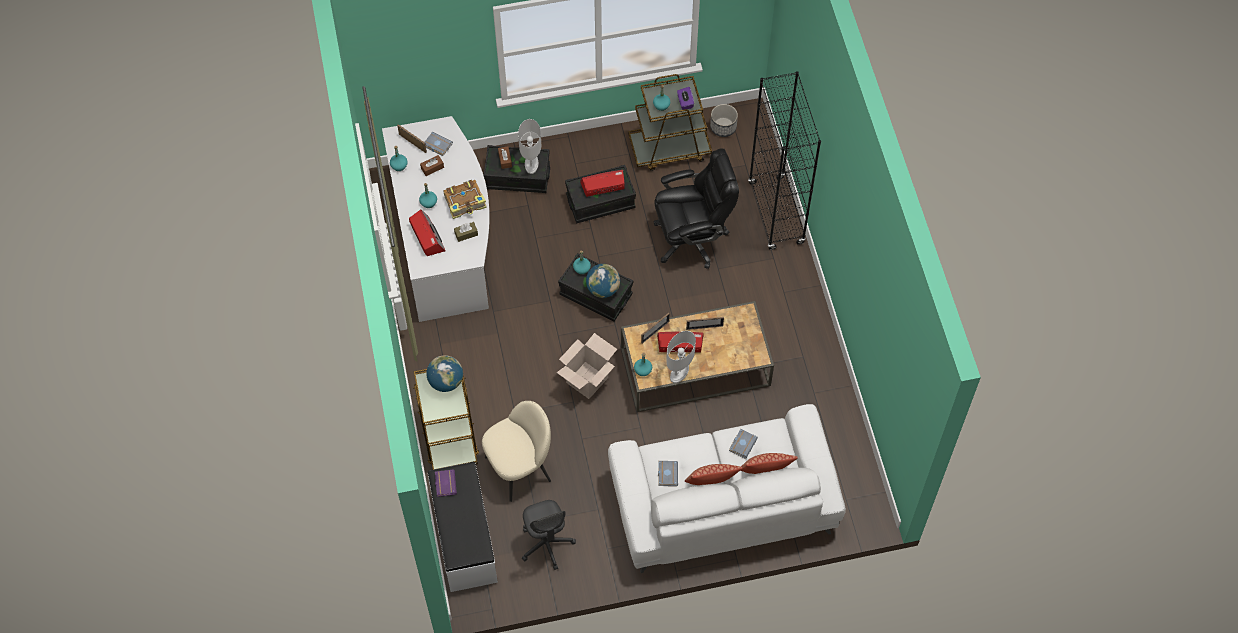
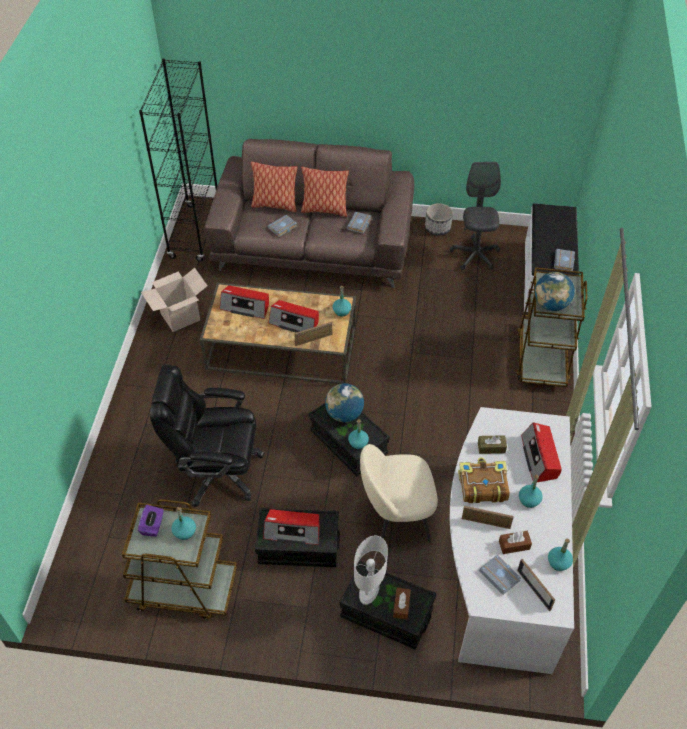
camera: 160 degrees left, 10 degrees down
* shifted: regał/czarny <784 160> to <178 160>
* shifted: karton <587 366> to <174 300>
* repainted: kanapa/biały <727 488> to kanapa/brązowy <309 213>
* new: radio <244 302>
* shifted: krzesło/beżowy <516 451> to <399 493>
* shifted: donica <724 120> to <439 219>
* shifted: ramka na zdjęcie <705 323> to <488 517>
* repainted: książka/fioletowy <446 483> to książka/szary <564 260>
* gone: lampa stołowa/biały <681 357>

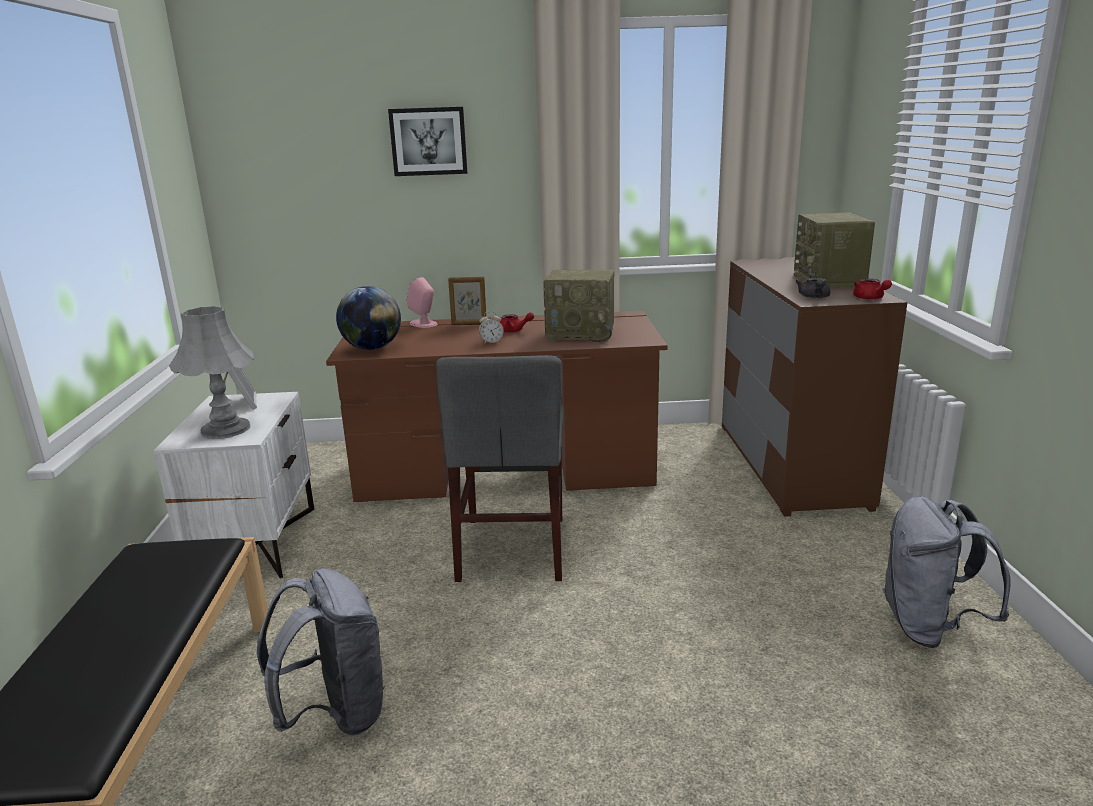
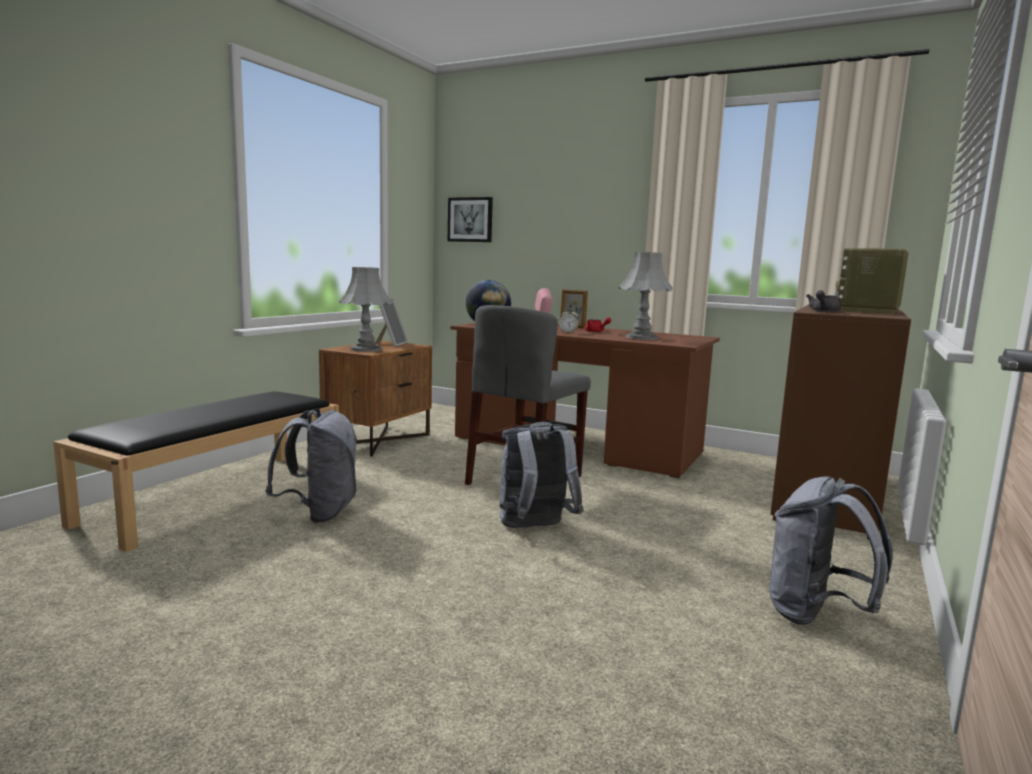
camera: 30 degrees right, 10 degrees down
* repainted: szafka nocna/biały <234 485> to szafka nocna/brązowy <375 399>
* shifted: obraz <427 141> to <470 219>
* new: plecak/szary <541 475>
* swapped: radio <578 305> to lampa stołowa/szary <646 296>
* gone: imbryk/czerwony <872 289>

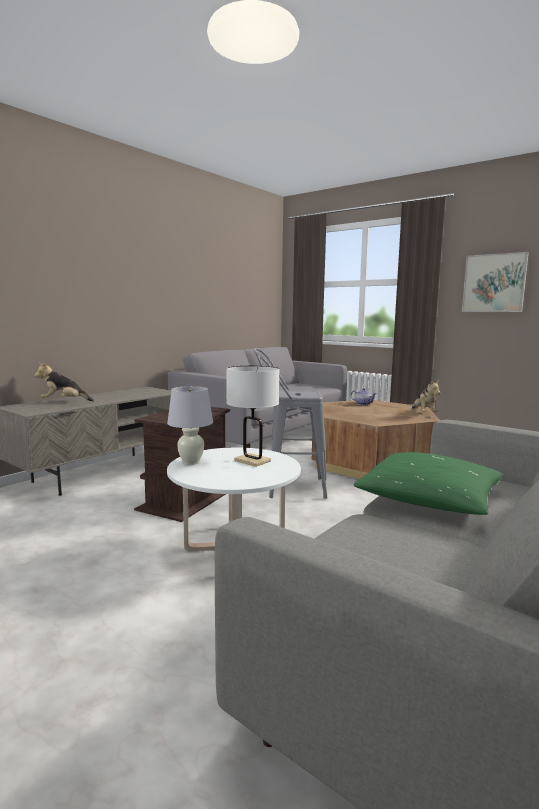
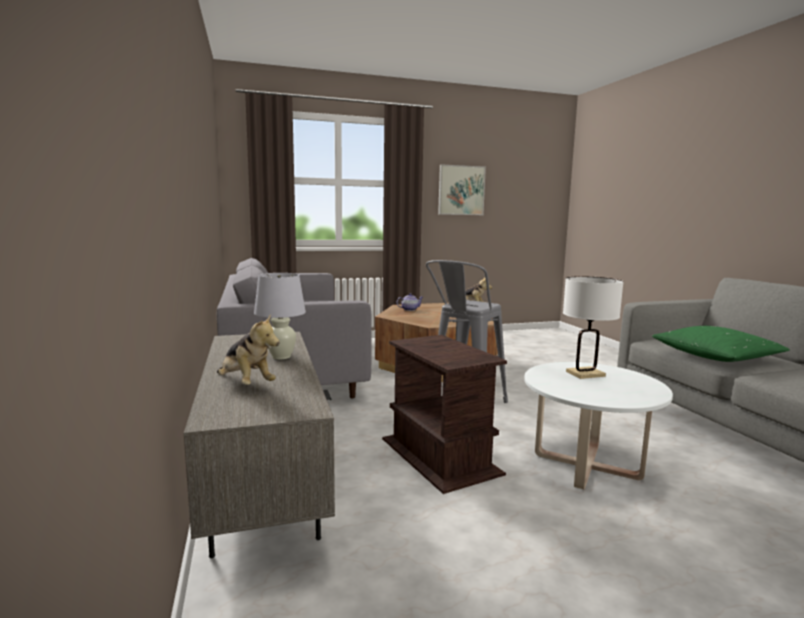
camera: 55 degrees left, 0 degrees up
* rotated: pluszak <64 381> = <248 350> 75 degrees counterclockwise
* shifted: lampa stołowa/biały <190 425> to <280 316>

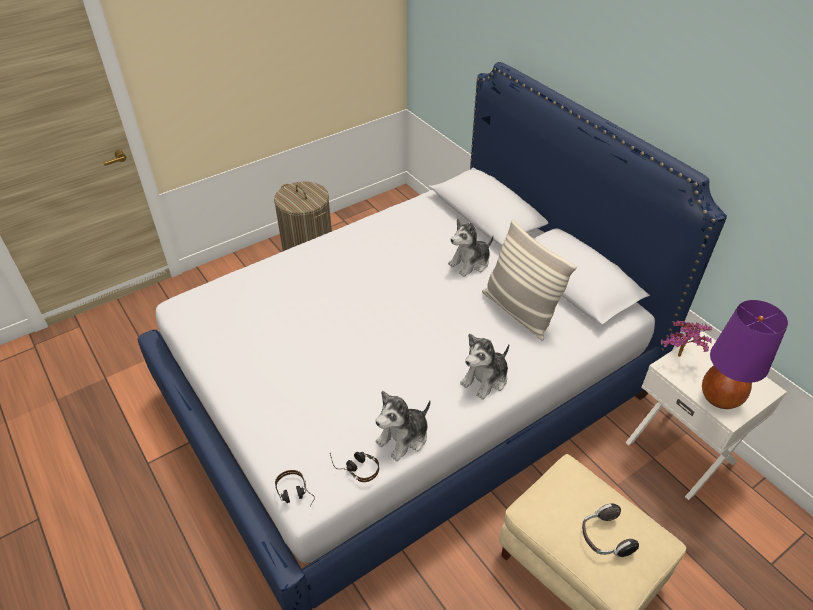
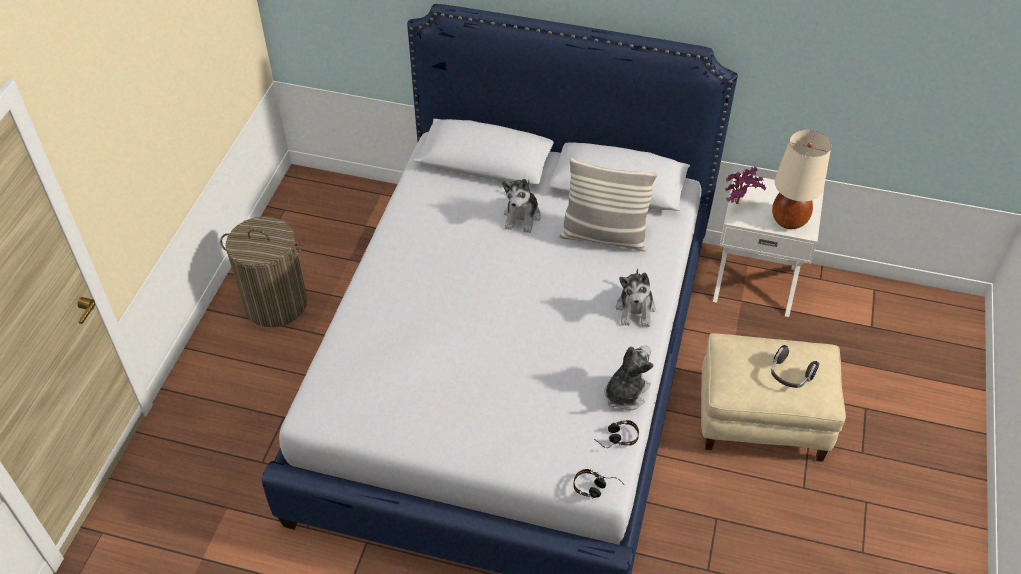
camera: 40 degrees left, 5 degrees up
* rotated: pluszak <403 426> = <628 377> 150 degrees counterclockwise
* repainted: lampa stołowa/fioletowy <745 354> to lampa stołowa/beżowy <801 179>

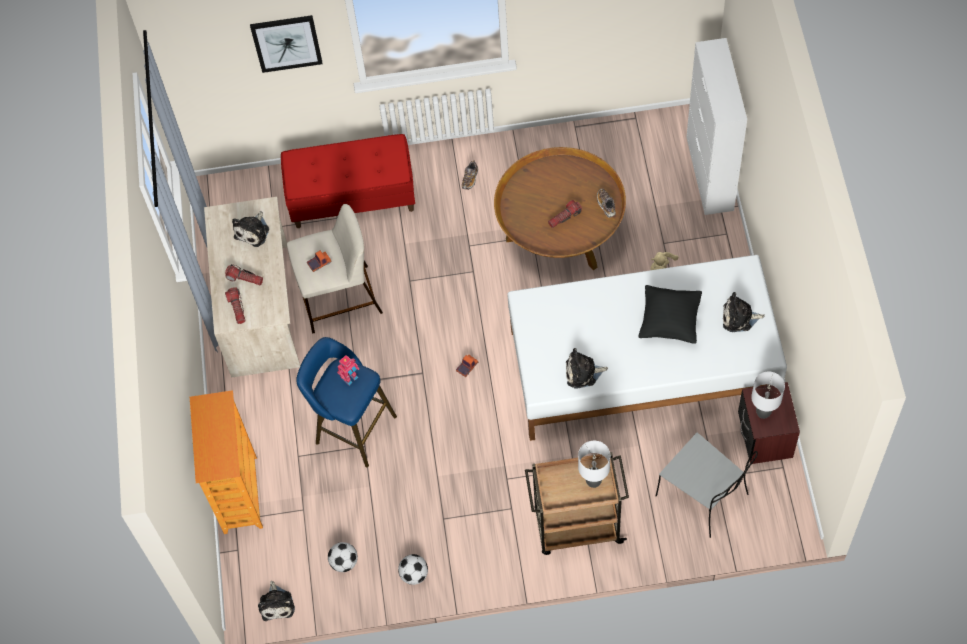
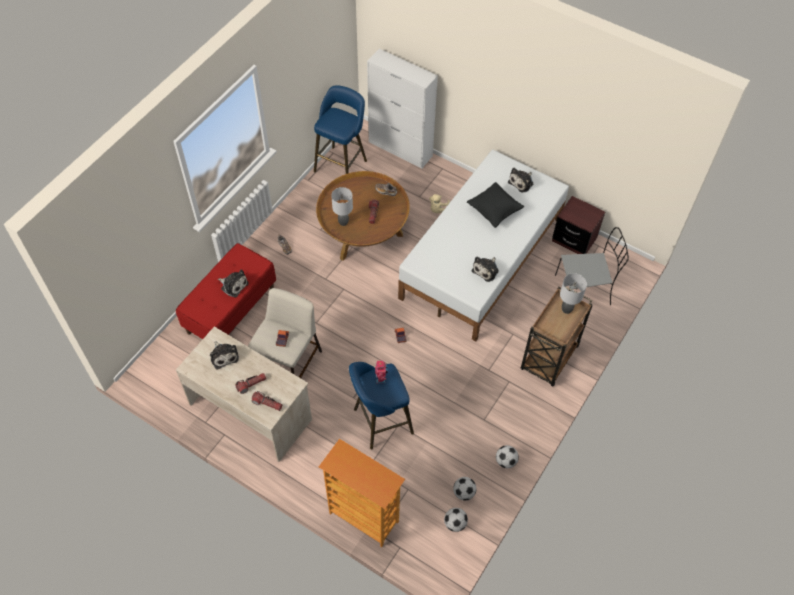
camera: 55 degrees left, 5 degrees down
* shifted: pluszak <276 601> to <233 283>
* new: stołek/niebieski <340 129>
* shifted: lampa stołowa/szary <768 395> to <342 206>
* new: piłka futbolowa <456 520>
* gone: obraz <286 44>

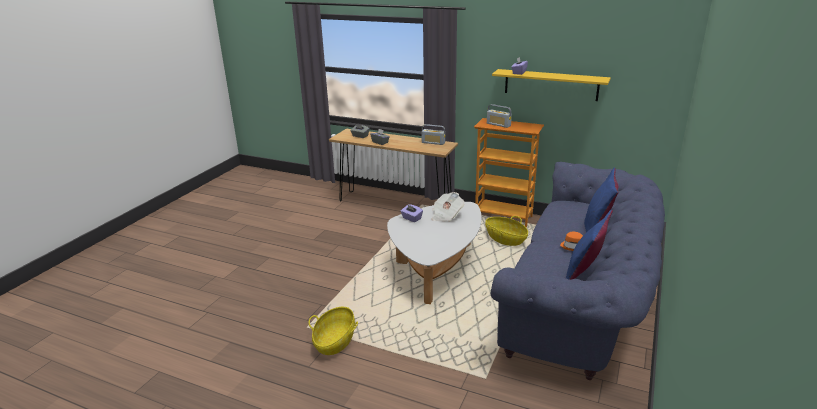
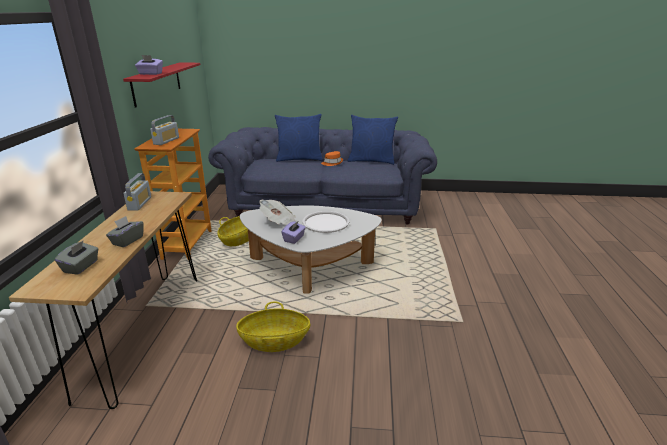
camera: 110 degrees left, 0 degrees up
* repainted: półka/żółty <551 85> to półka/czerwony <162 84>
* shifted: koszyk <333 331> to <273 326>
* new: taca/biały <325 222>

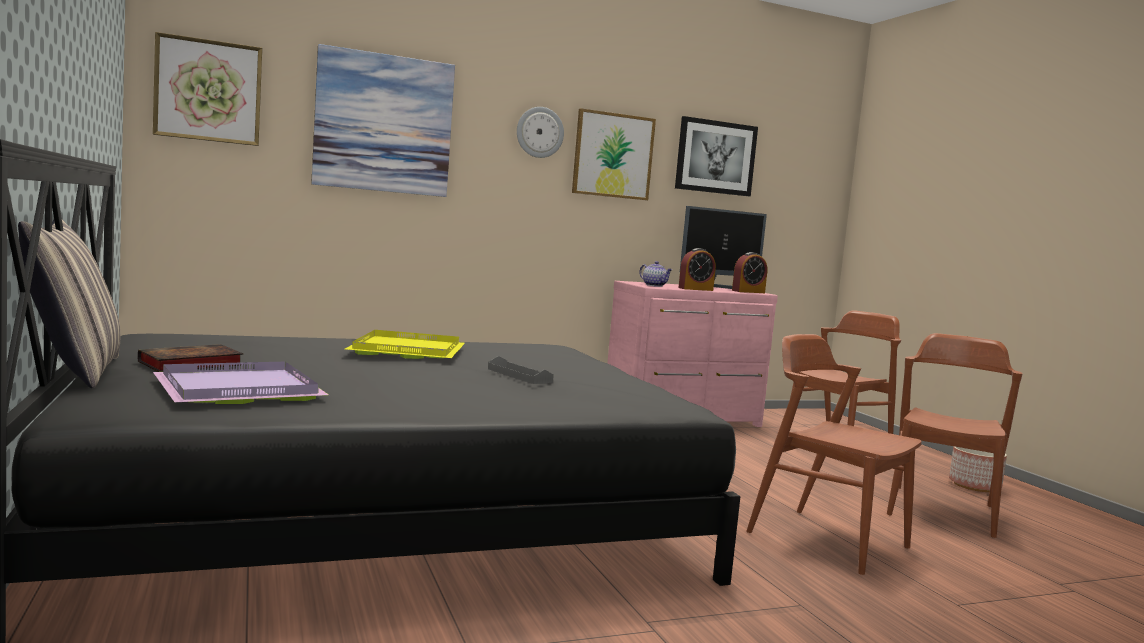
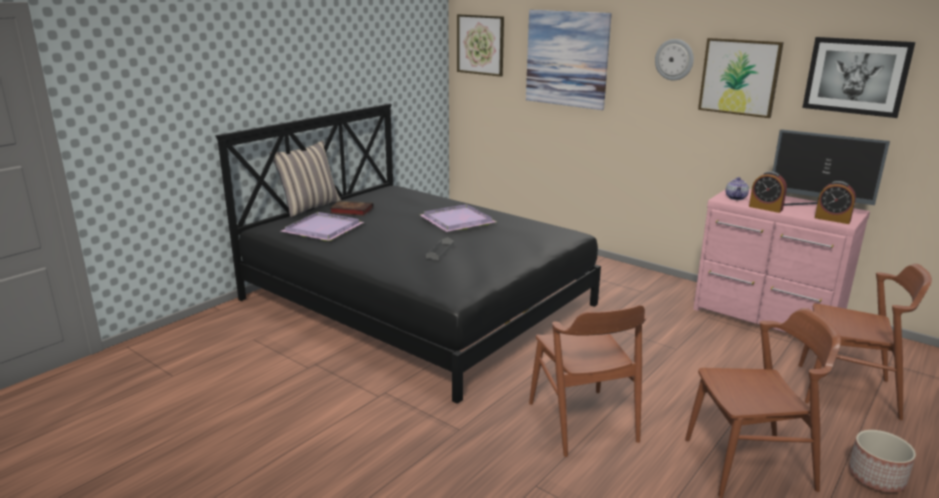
camera: 60 degrees right, 15 degrees up
* repainted: taca/żółty <405 344> to taca/fioletowy <458 218>
* rotated: krzesło/brązowy <833 454> = <587 381> 150 degrees clockwise

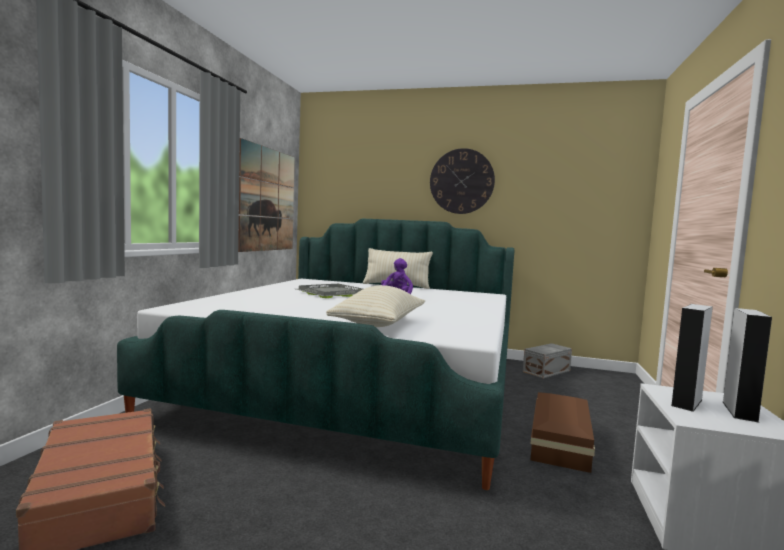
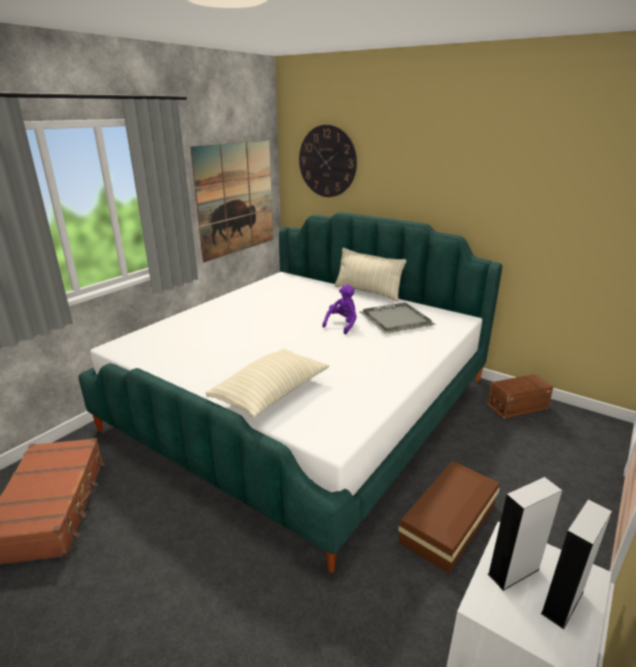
camera: 20 degrees right, 20 degrees up
* shifted: zegar ścienny <462 181> to <328 161>
* shifted: taca/szary <329 291> to <398 318>
* repainted: pojemnik do przechowywania/szary <547 361> to pojemnik do przechowywania/brązowy <520 396>

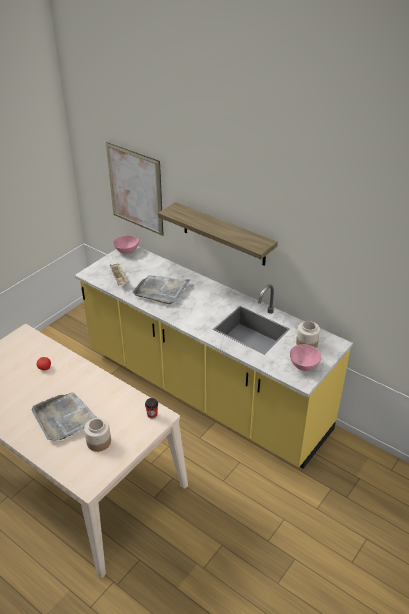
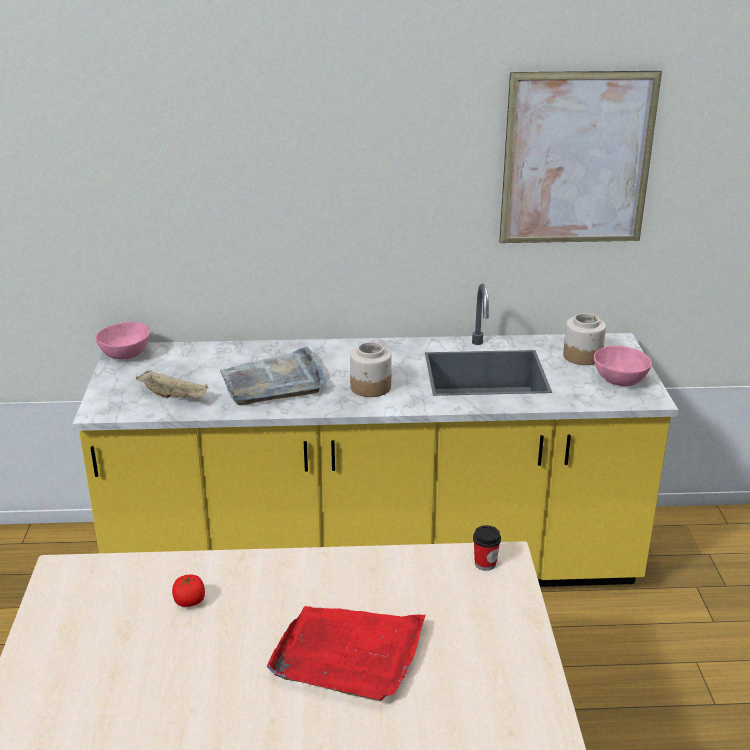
camera: 40 degrees left, 10 degrees down
* repainted: taca/szary <65 416> to taca/czerwony <346 653>
* shifted: słoik <97 435> to <371 369>
* shifted: obraz <134 189> to <580 157>
* gone: półka <218 234>

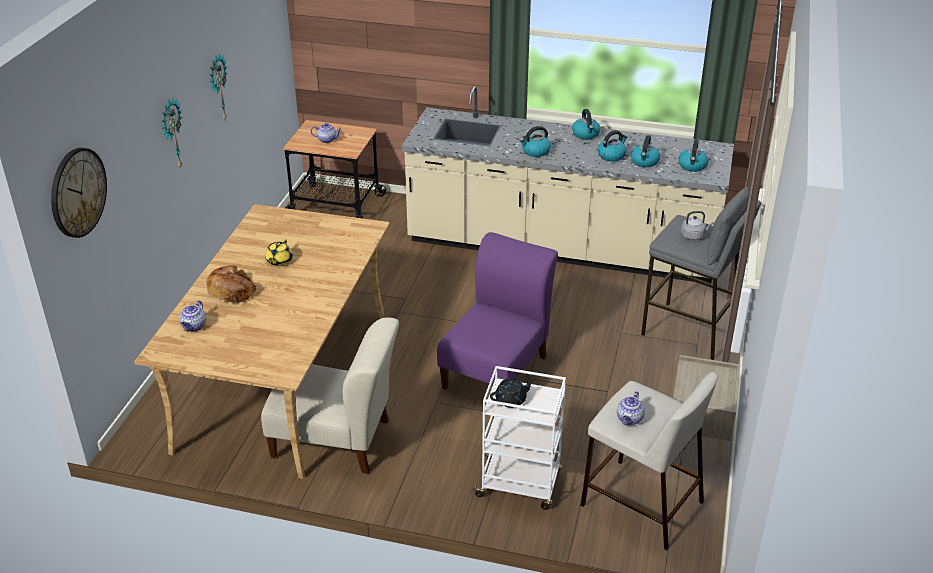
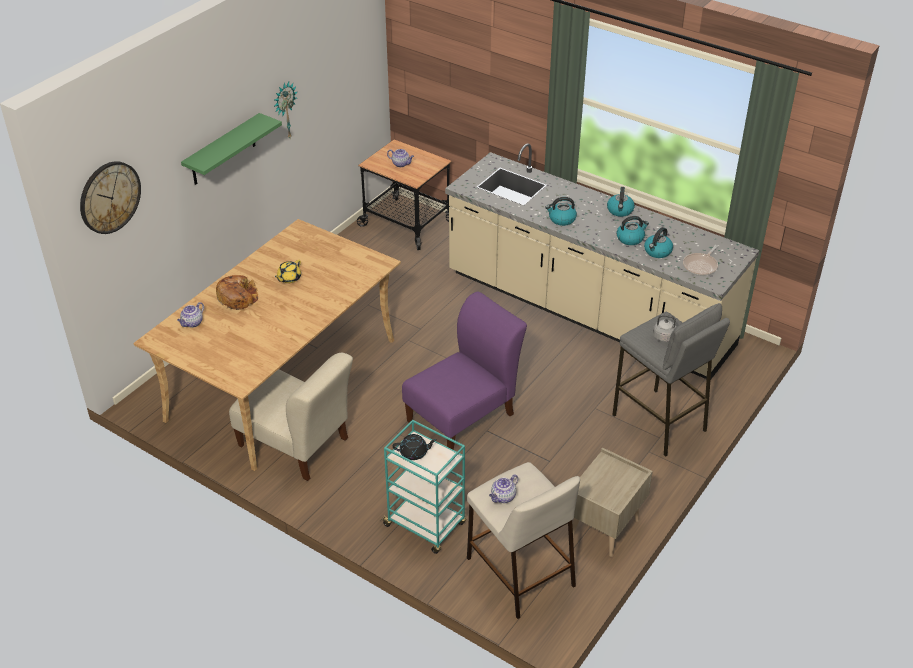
camera: 20 degrees right, 5 degrees up
* swapped: zegar ścienny <171 133> to półka/zielony <231 149>
* repainted: wózek/biały <519 438> to wózek/turkusowy <423 487>
* swapped: czajnik <693 155> to patelnia <700 260>

